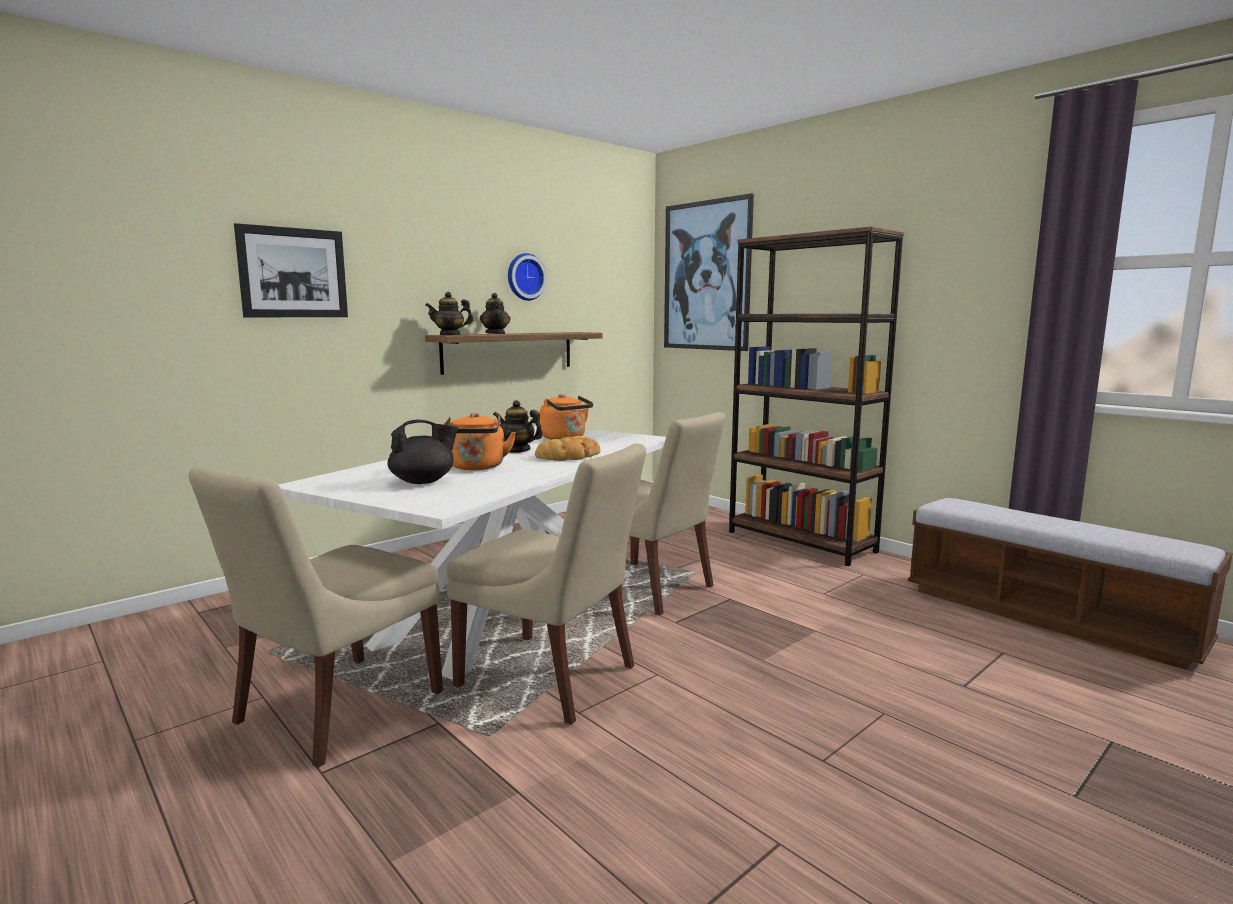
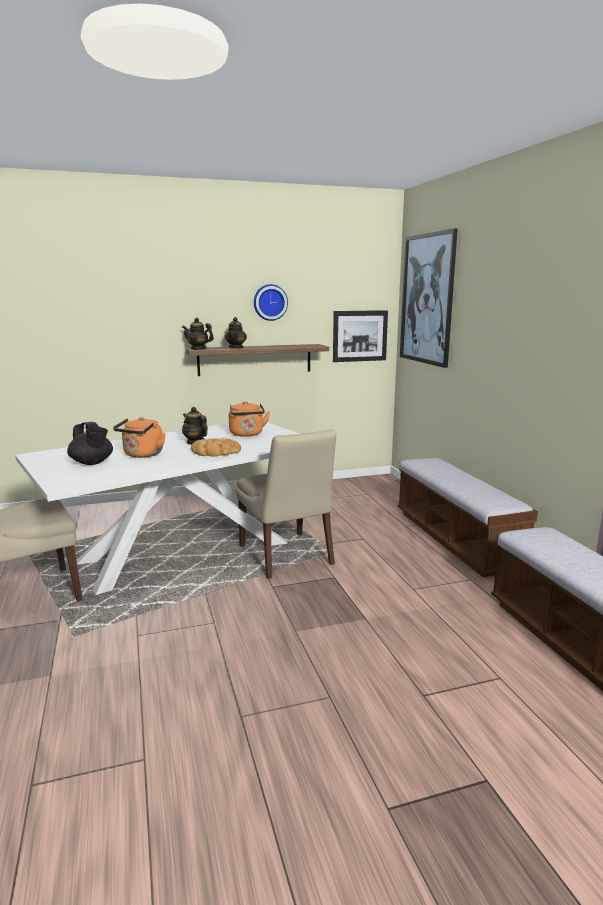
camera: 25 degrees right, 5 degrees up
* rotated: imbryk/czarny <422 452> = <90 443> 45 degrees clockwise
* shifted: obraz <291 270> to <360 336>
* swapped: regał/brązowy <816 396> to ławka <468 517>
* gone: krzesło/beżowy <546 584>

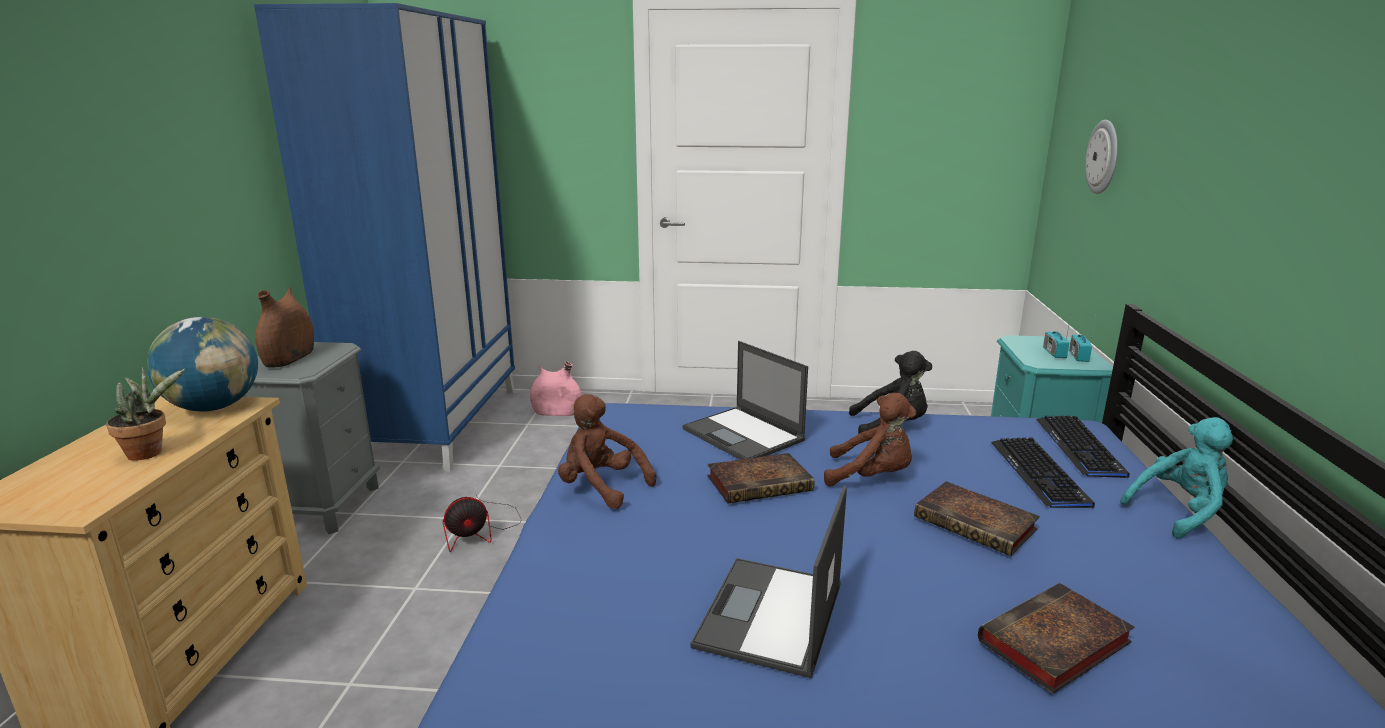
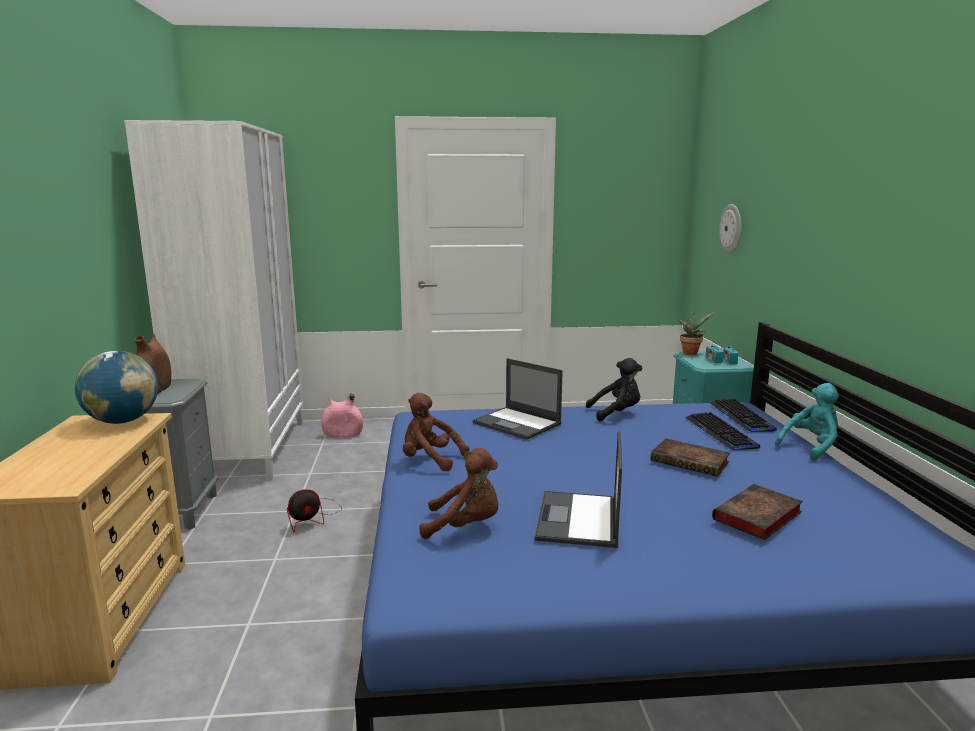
camera: 10 degrees left, 5 degrees down
* repainted: szafa/niebieski <384 237> to szafa/biały <213 300>
* shifted: pluszak/brązowy <870 440> to <459 493>
* shifted: roślina doniczkowa <145 414> to <696 333>
* gone: książka <760 478>

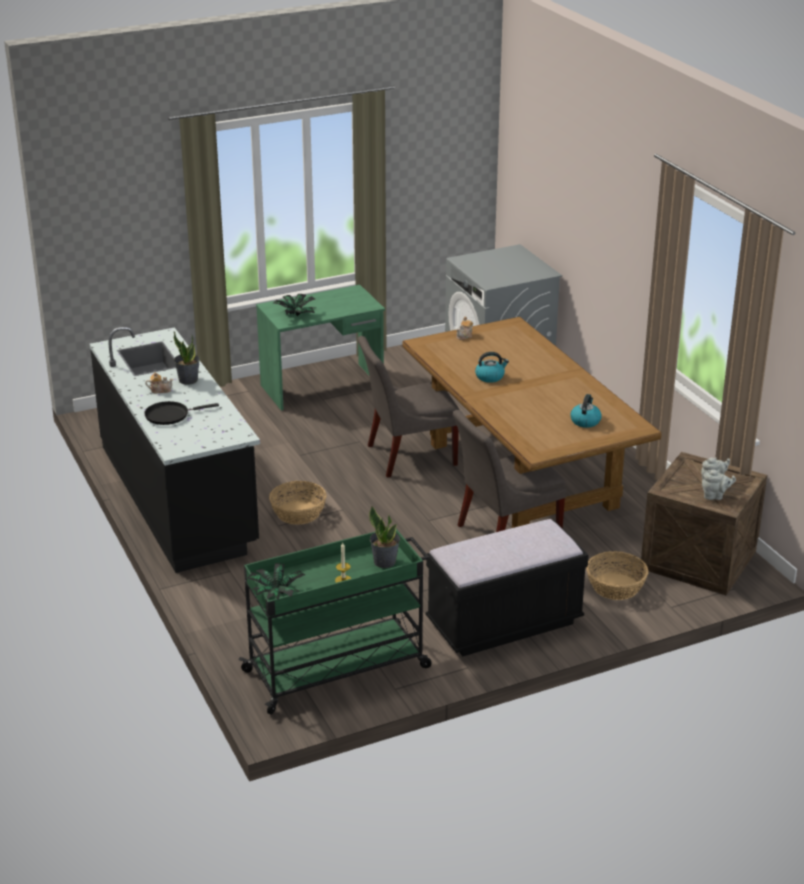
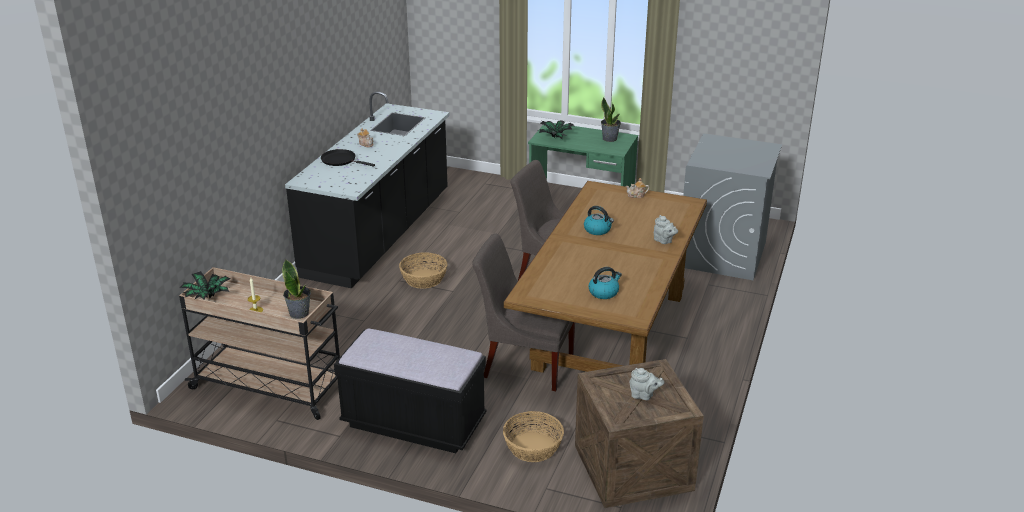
camera: 45 degrees right, 0 degrees up
* repainted: wózek/zielony <335 621> to wózek/beżowy <259 343>
* shifted: roślina doniczkowa <187 358> to <611 119>
* shifted: imbryk/szary <719 484> to <666 229>

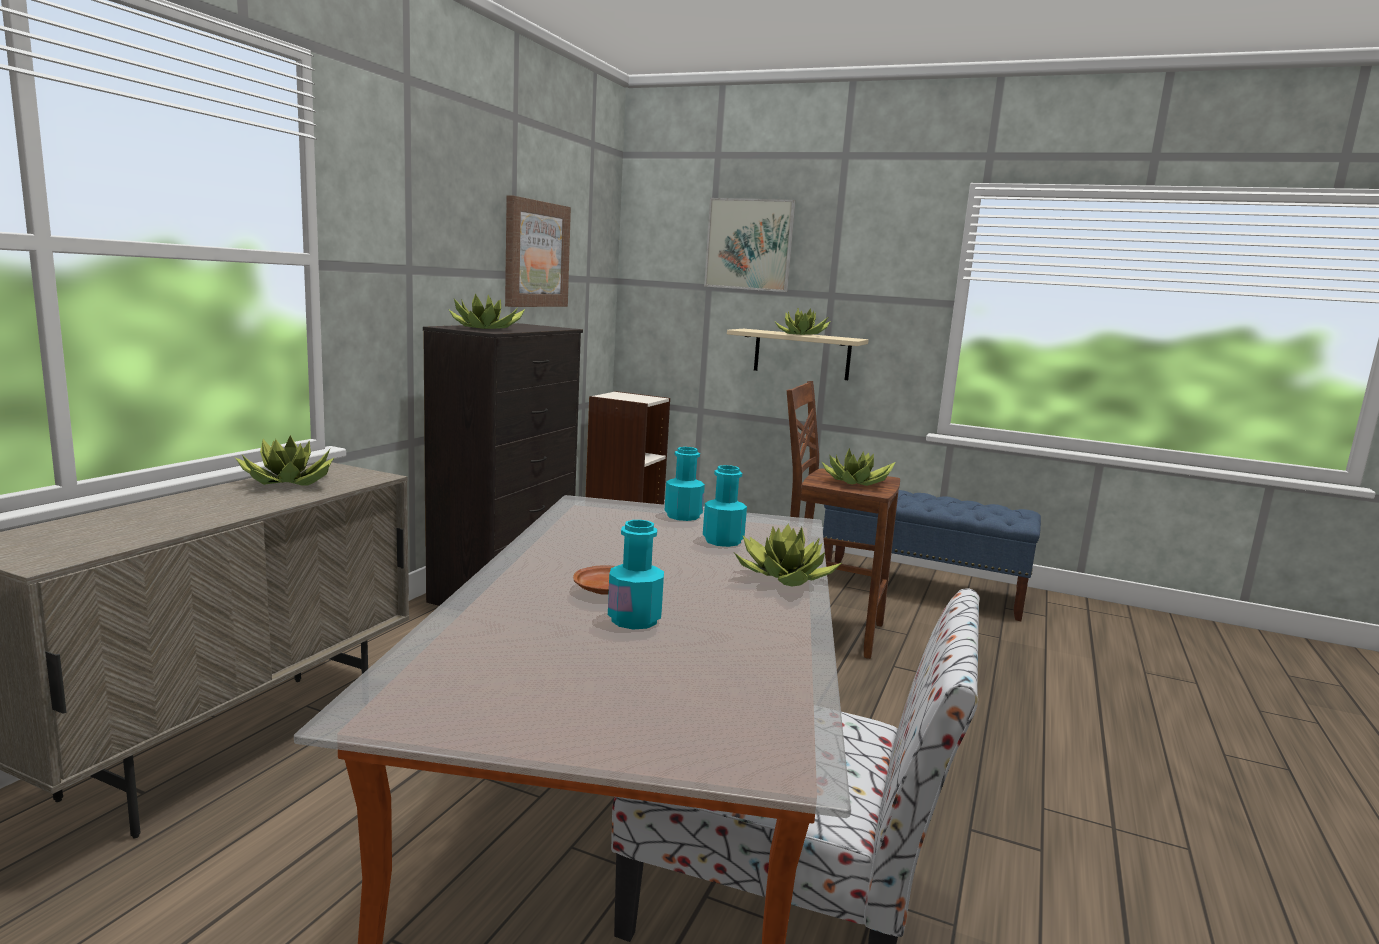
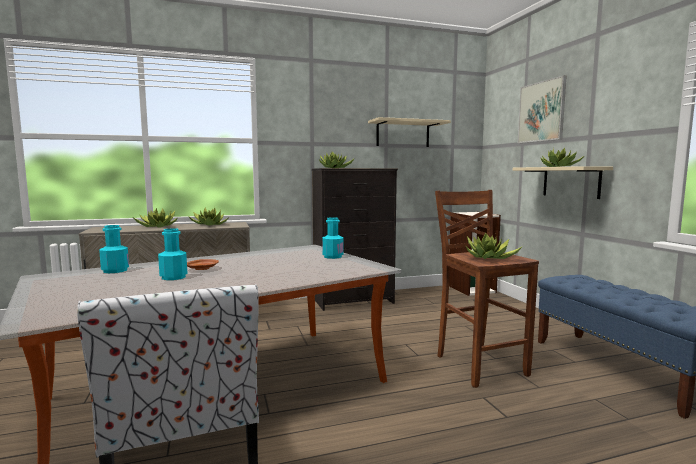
camera: 50 degrees right, 5 degrees down
* shifted: butelka/turkusowy <725 506> to <114 249>
* shifted: roślina doniczkowa <788 555> to <156 218>
* swapped: obraz <538 251> to półka/beżowy <409 132>

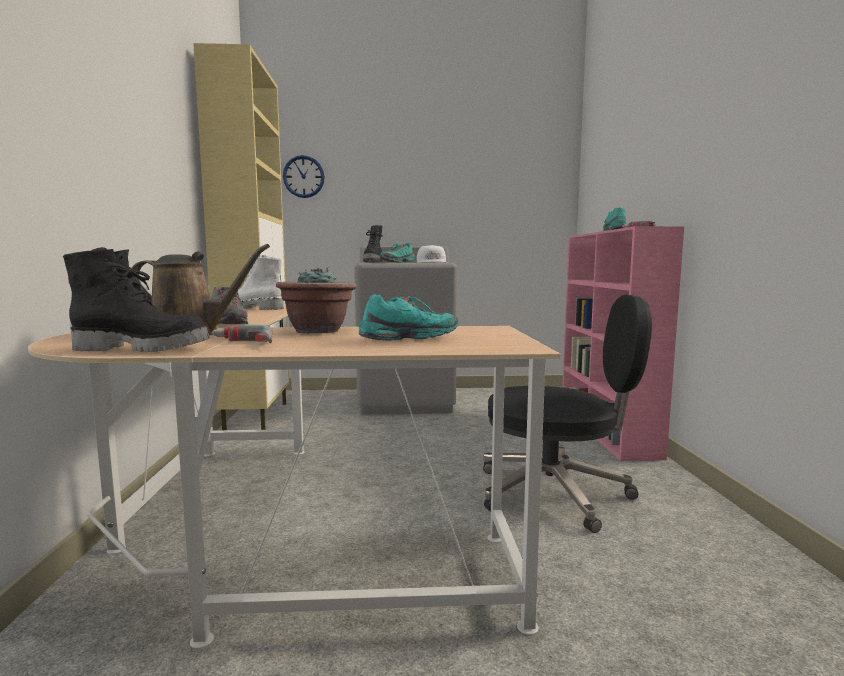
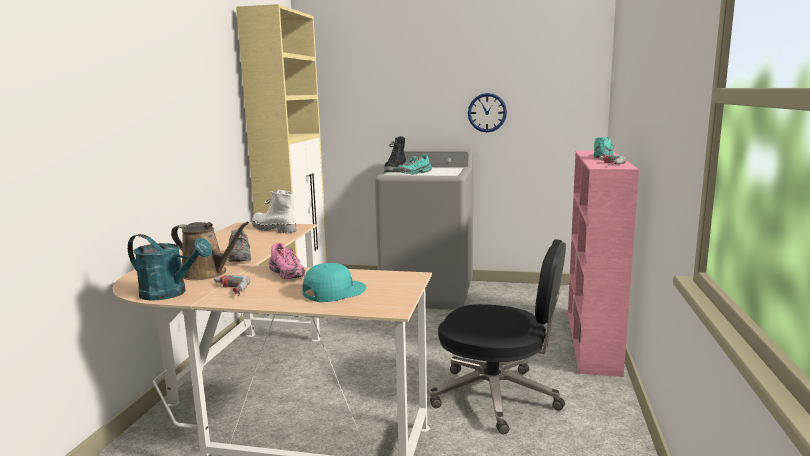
camera: 15 degrees right, 5 degrees up
* swapped: but z cholewką/czarny <136 299> to konewka/turkusowy <170 267>
* swapped: roślina doniczkowa <316 300> to but/różowy <287 261>
* swapped: but/turkusowy <408 318> to czapka z daszkiem/turkusowy <334 282>
* shifted: zegar ścienny <304 176> to <487 112>
* gone: czapka z daszkiem/biały <432 254>

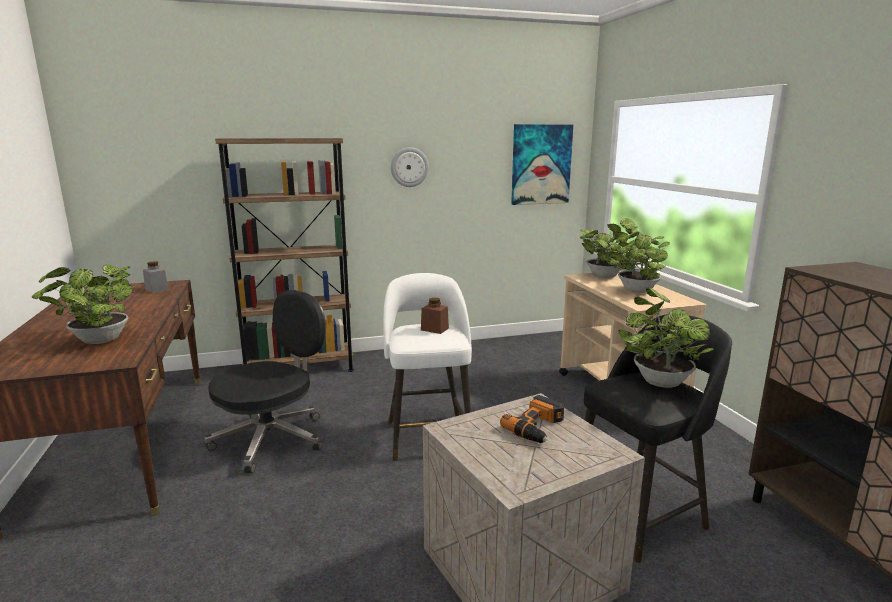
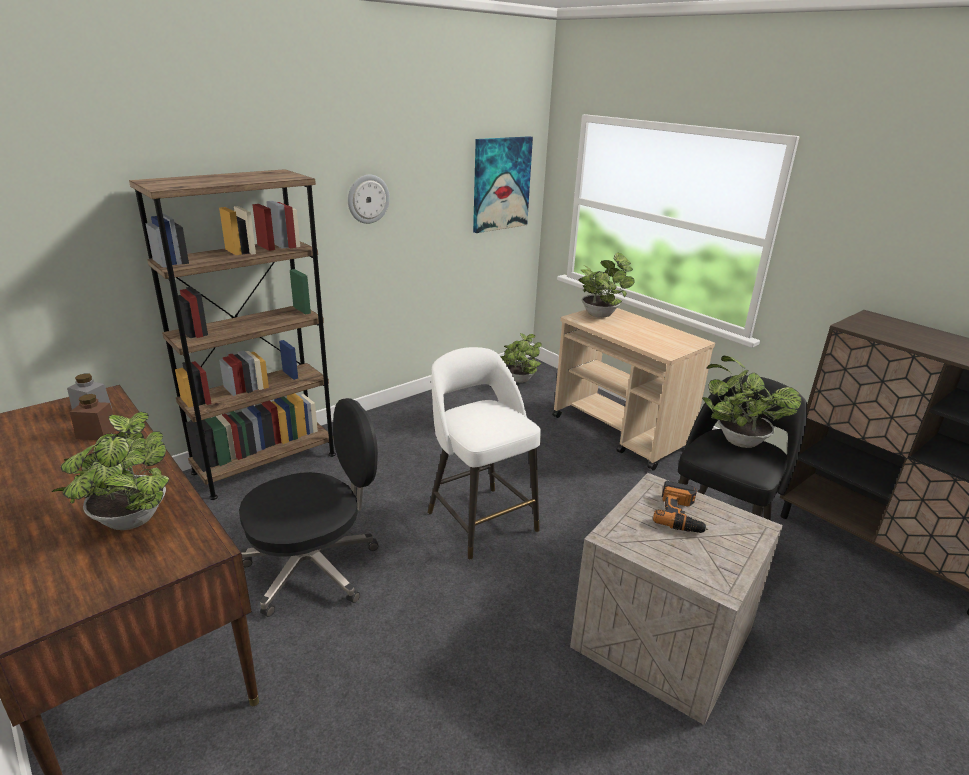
camera: 25 degrees left, 10 degrees up
* shifted: słoik/brązowy <435 316> to <93 417>
* rotated: krzesło biurowe/czarny <265 381> = <309 507> 45 degrees clockwise
* shifted: roślina doniczkowa <640 262> to <521 358>

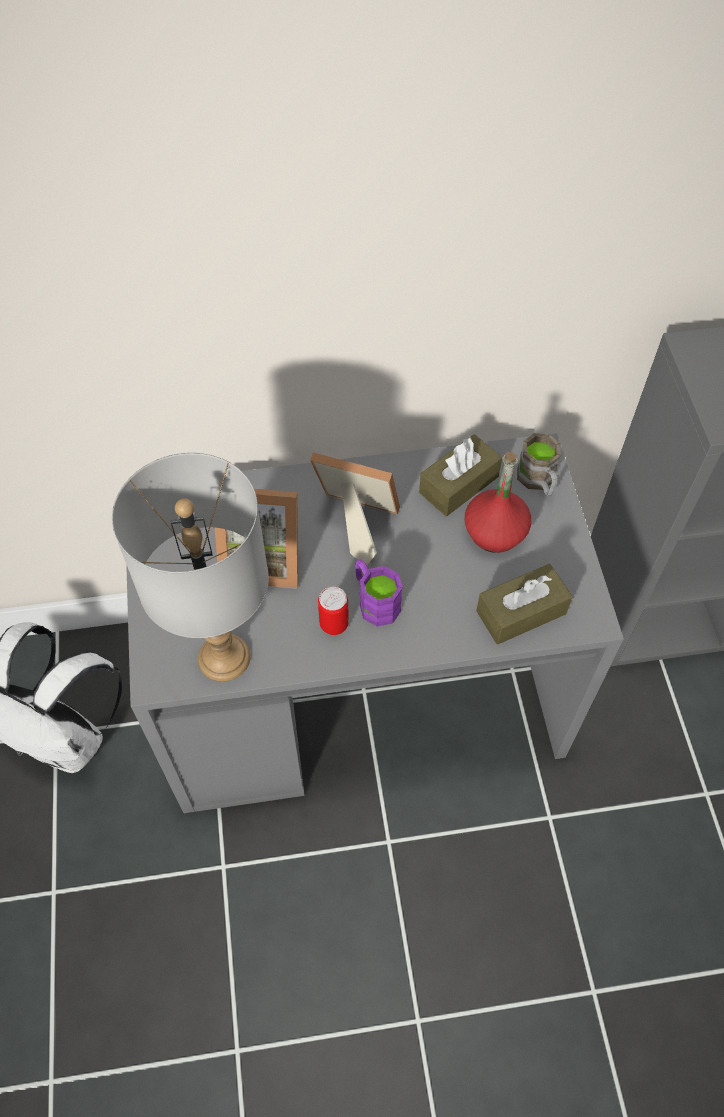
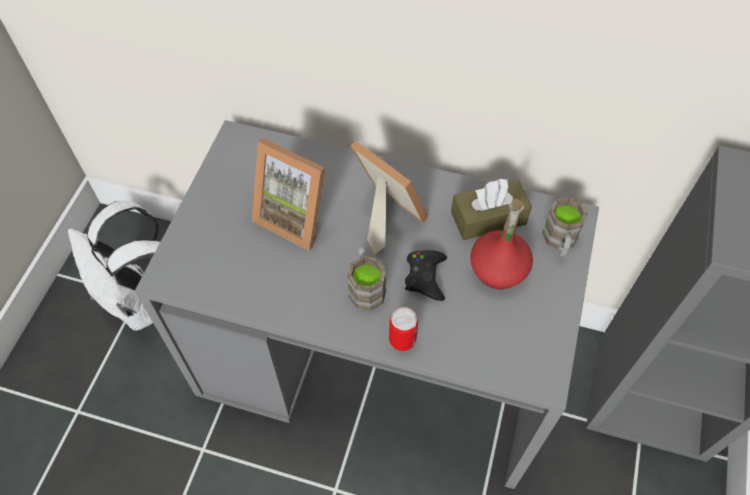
camera: 25 degrees right, 0 degrees up
* repainted: kubek/fioletowy <379 592> to kubek/brązowy <366 278>
* shifted: puszka <333 610> to <403 329>
* new: pad do gier/czarny <426 275>
* gone: lampa stołowa/szary <190 567>
* gone: pudełko chusteczek/brązowy <524 604>

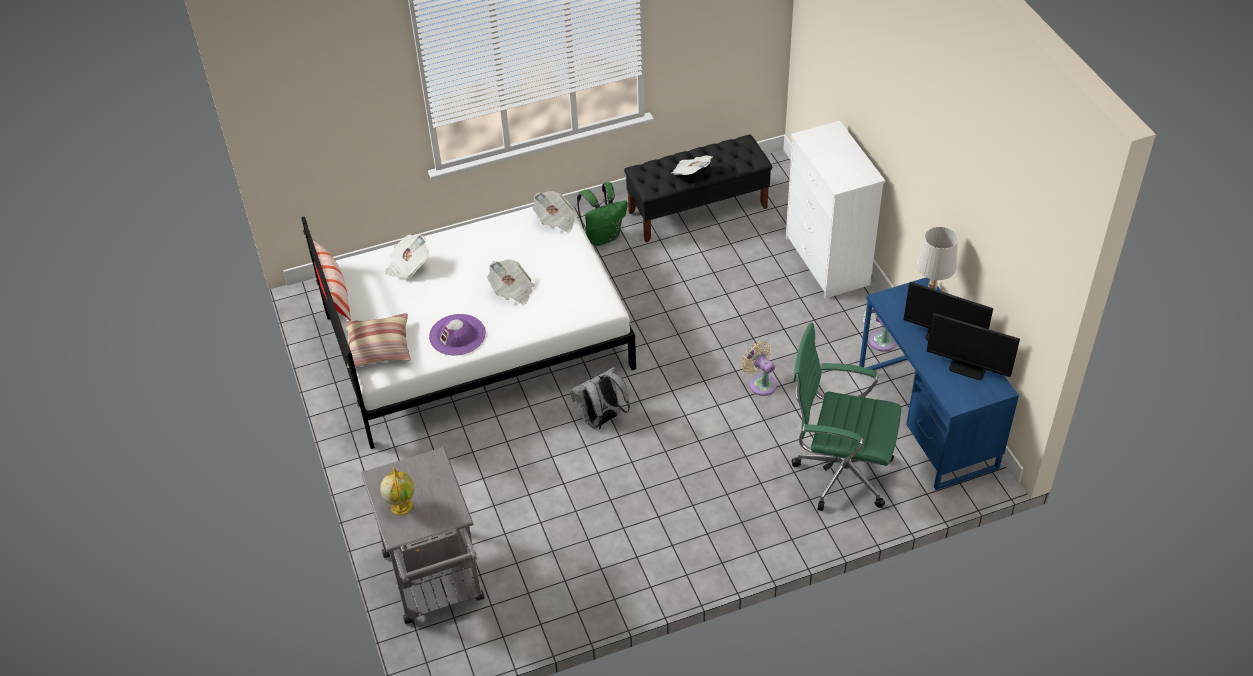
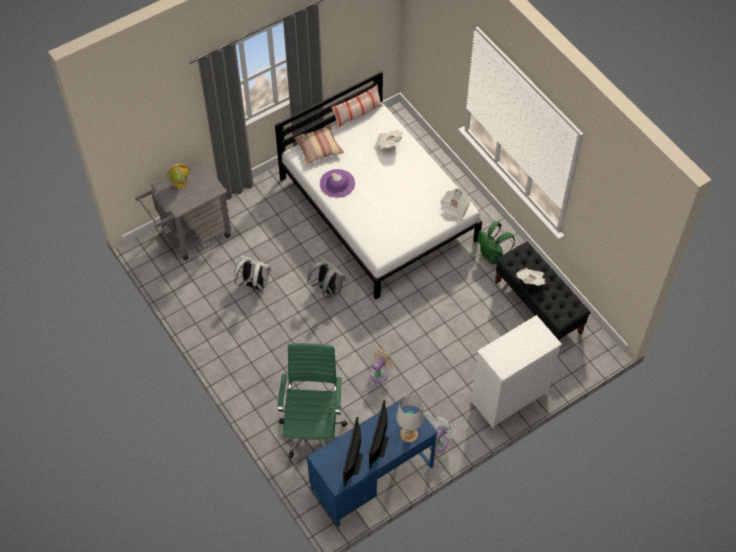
camera: 75 degrees right, 10 degrees up
* new: plecak/biały <253 273>
* gone: gazeta <511 282>

